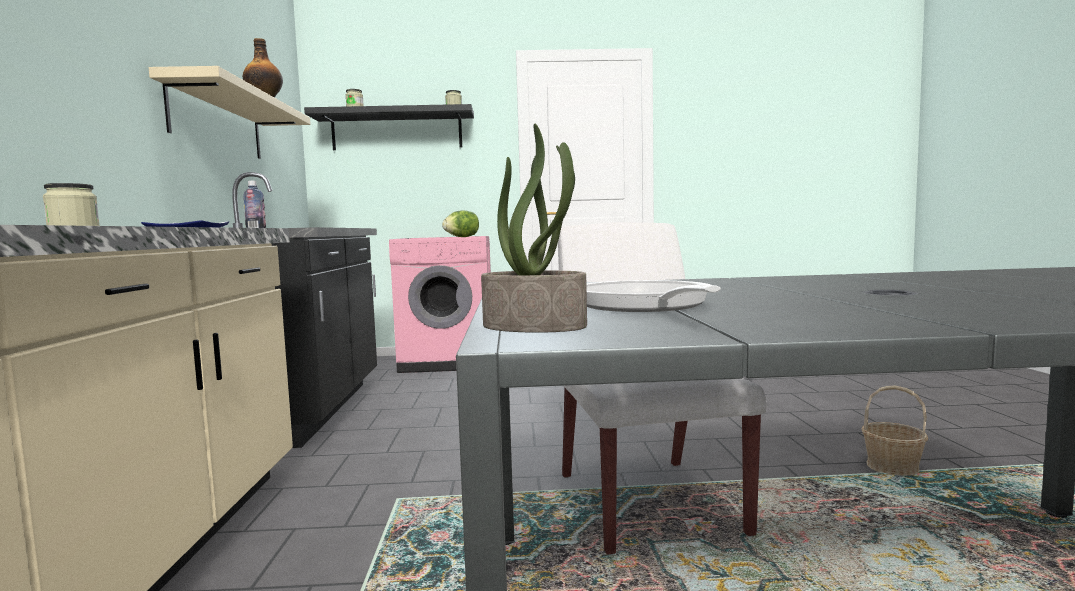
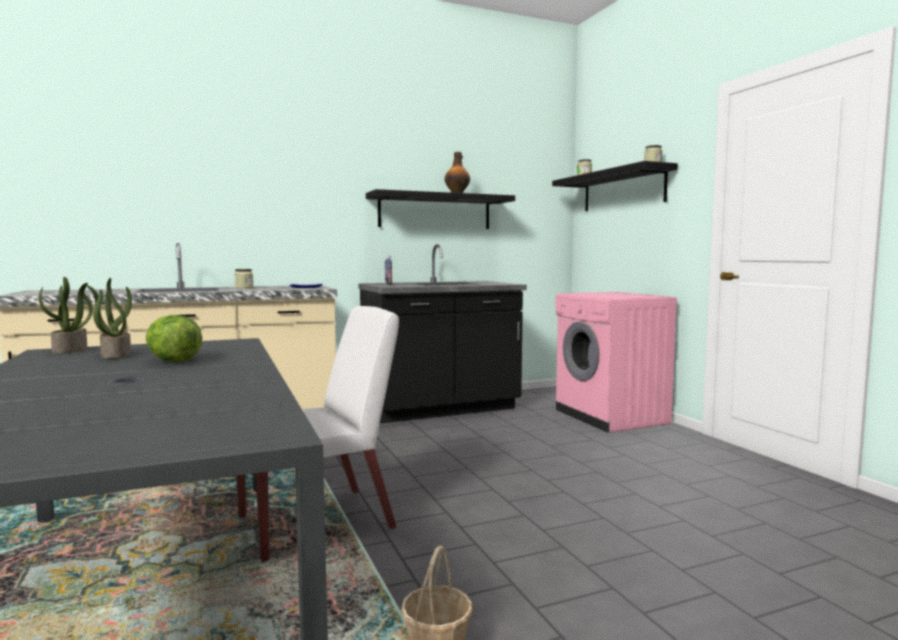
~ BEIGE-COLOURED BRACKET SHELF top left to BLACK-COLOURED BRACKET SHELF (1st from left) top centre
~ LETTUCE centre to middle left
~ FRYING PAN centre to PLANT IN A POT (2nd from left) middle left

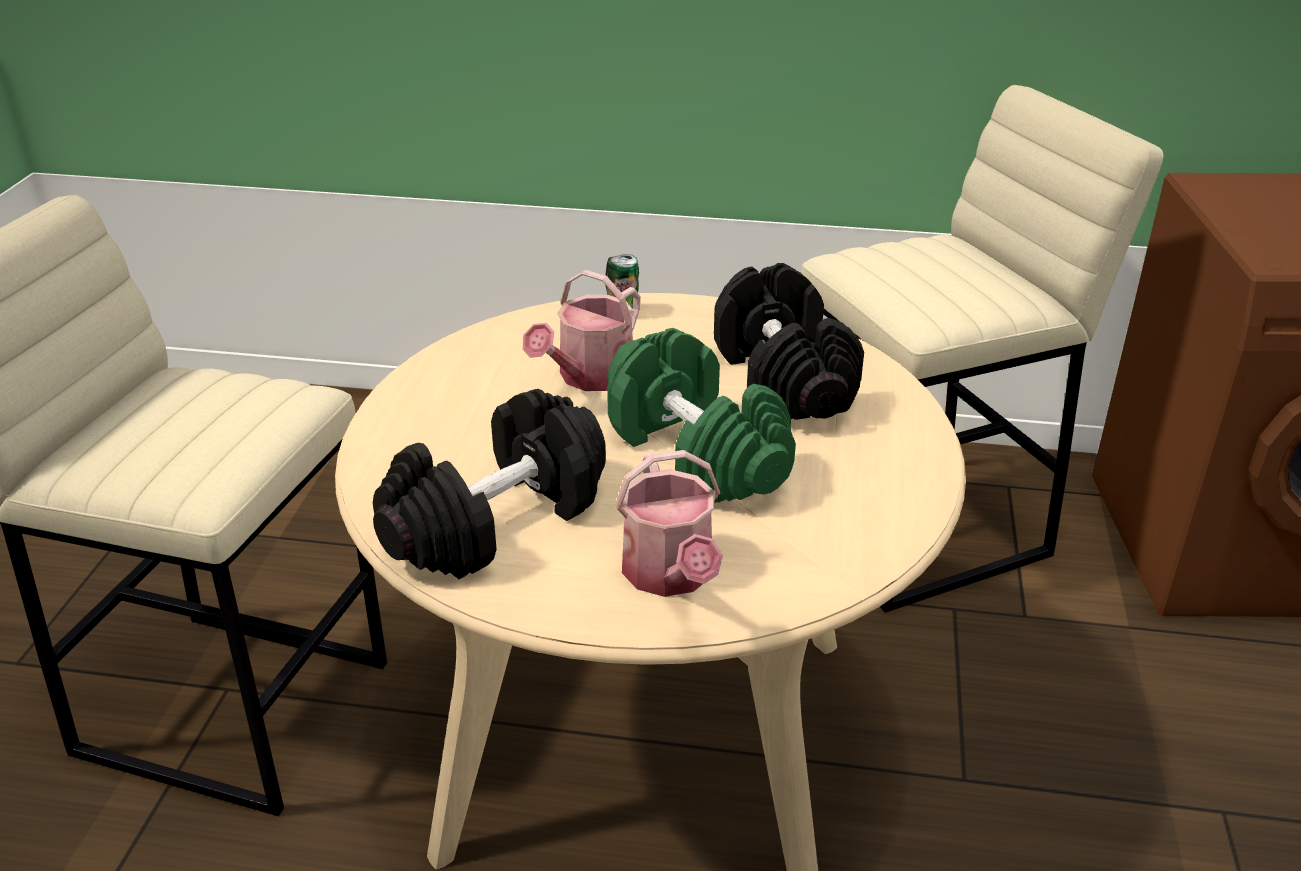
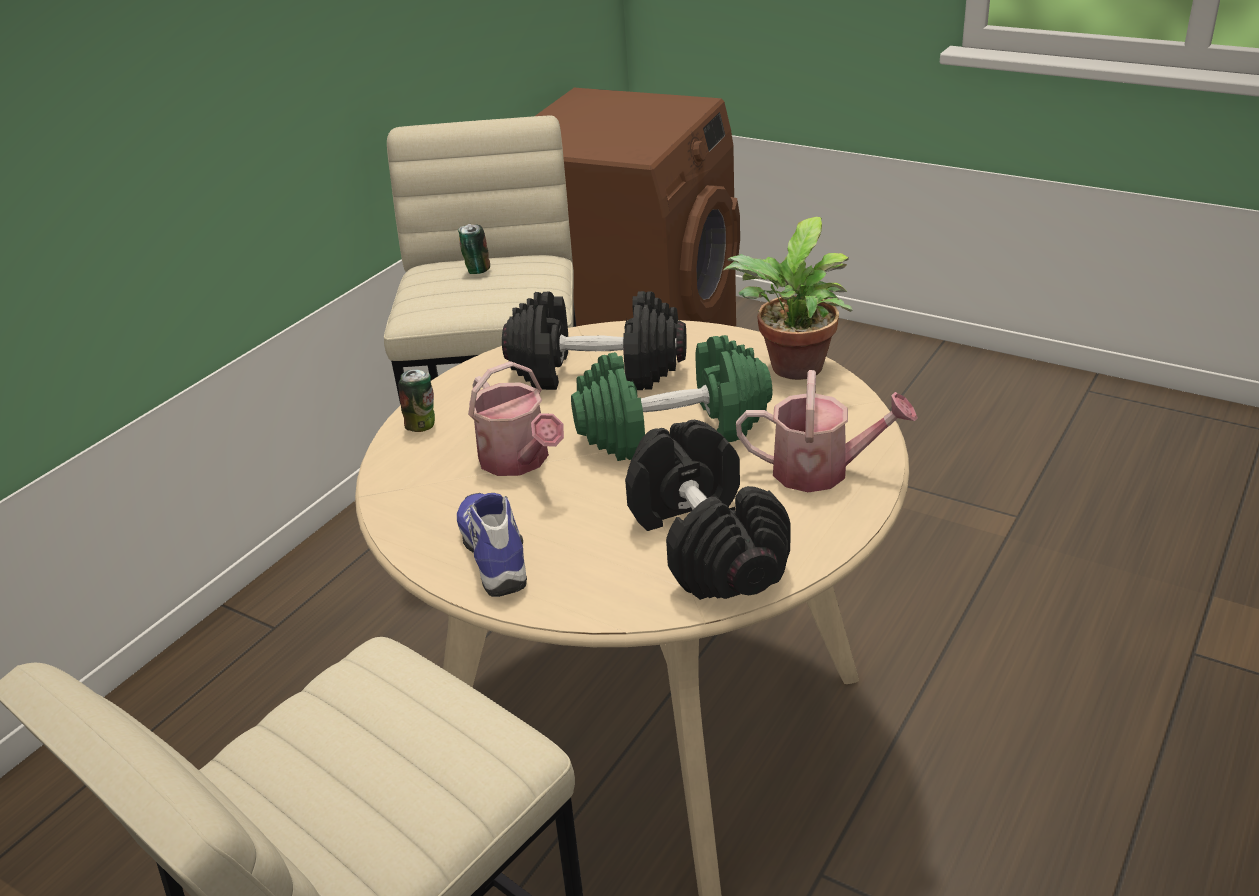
+ ITEM OF FOOTWEAR centre
+ CAN (2nd from left) top centre
+ PLANT IN A POT top centre

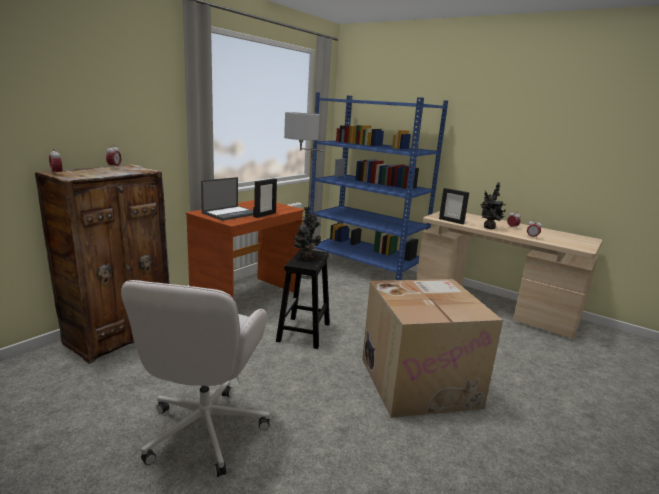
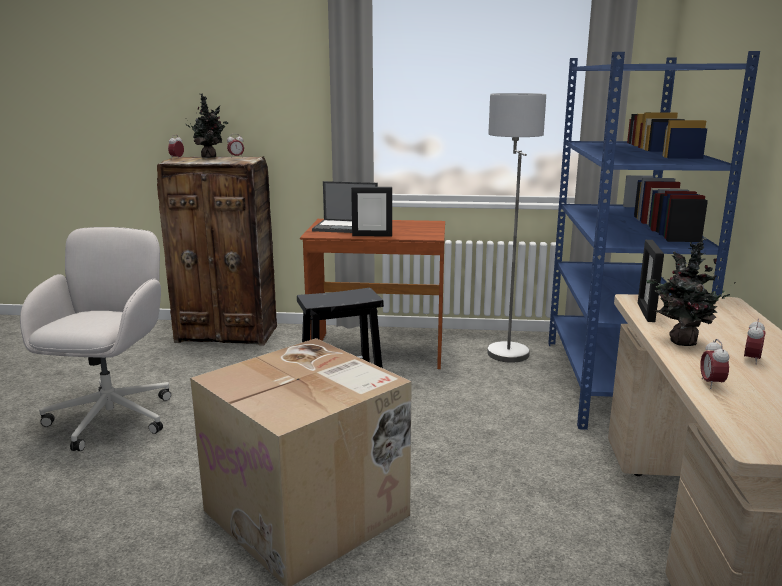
~ WHITE COMPUTER CHAIR bottom left = middle left 120 degrees clockwise
~ PLANT IN A POT (1st from left) centre to top left

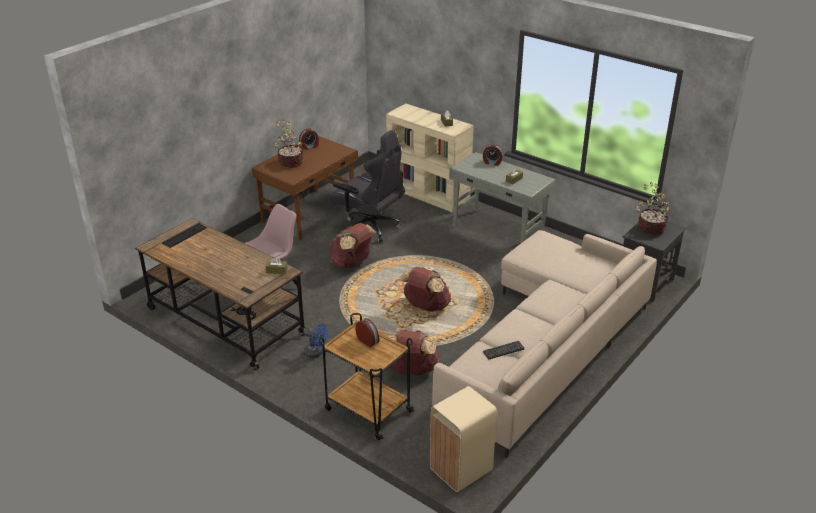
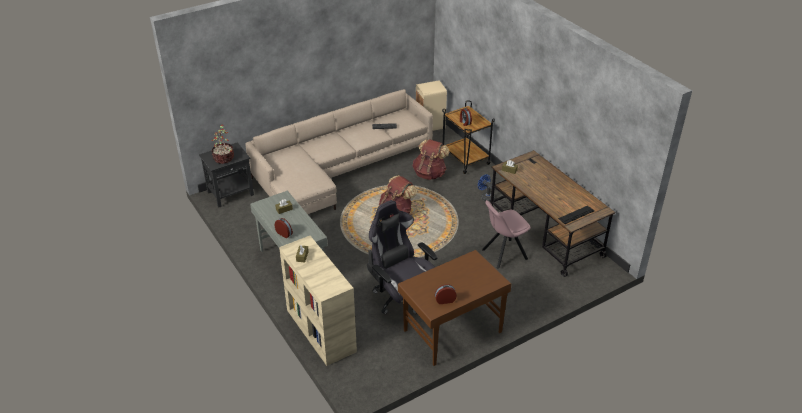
- PLANT IN A POT (1st from left) top centre
- BROWN-COLOURED KNAPSACK (1st from left) centre

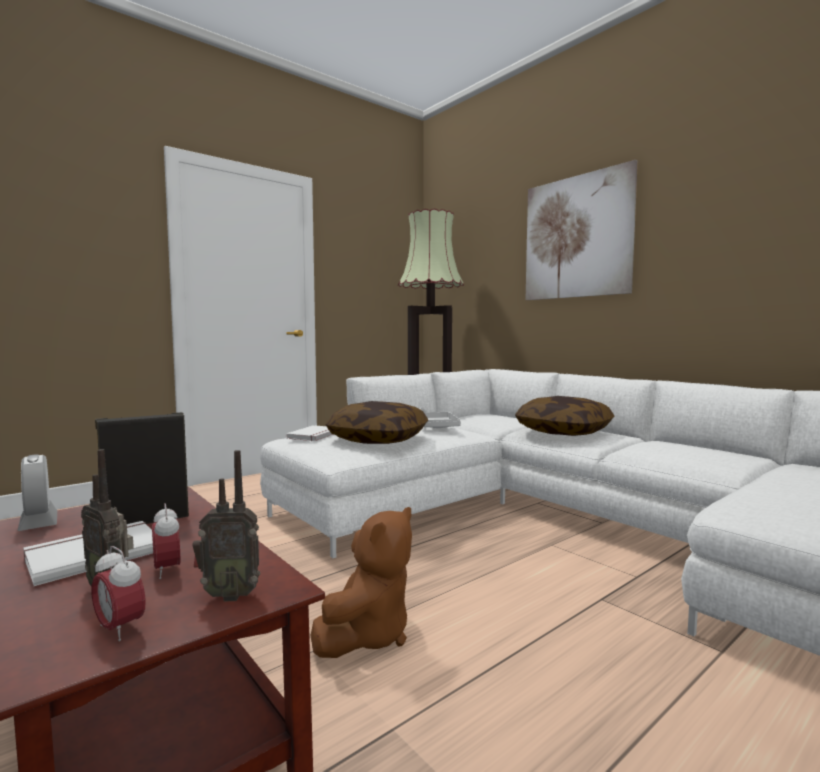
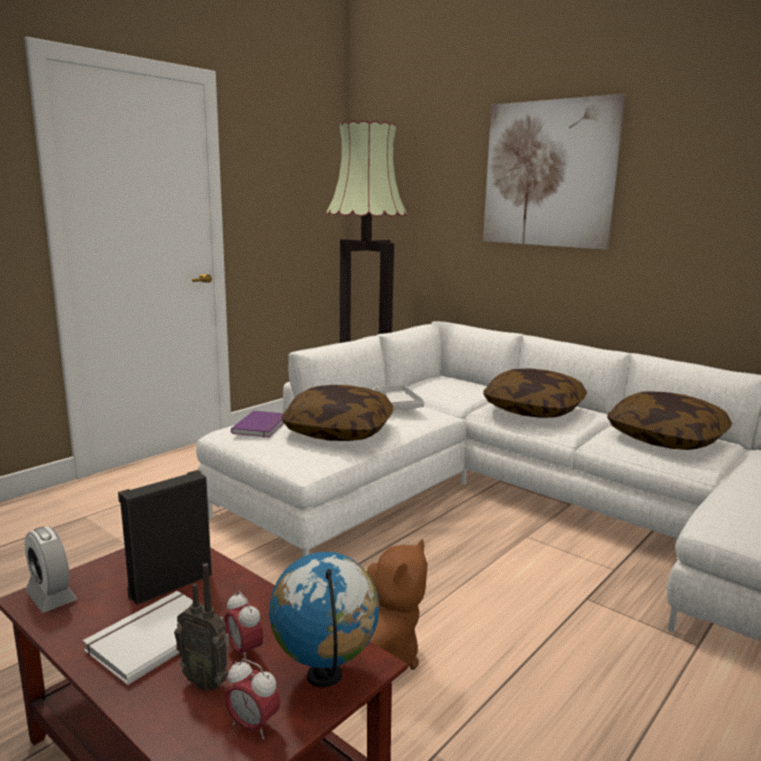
~ RADIO SET (2nd from left) bottom left to WORLD GLOBE bottom centre
~ WHITE BOOK (2nd from left) centre to PURPLE BOOK centre
+ PILLOW (3rd from left) middle right

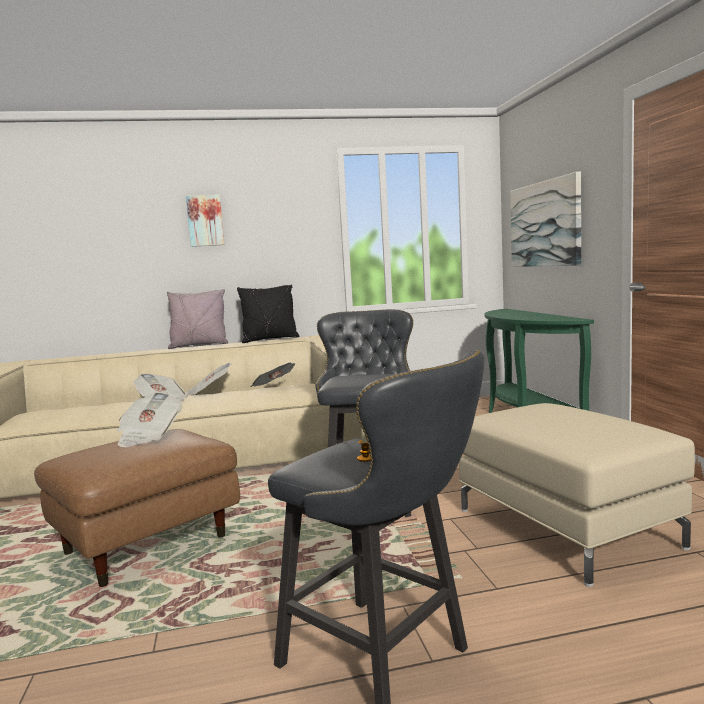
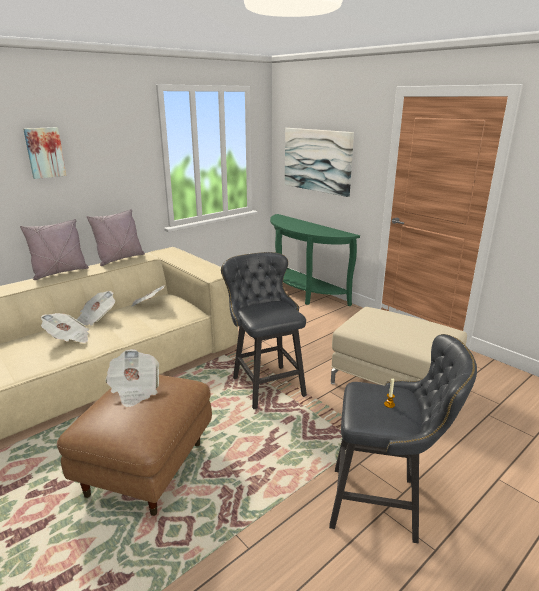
~ BLACK-COLOURED PILLOW centre to PURPLE PILLOW (2nd from left) middle left

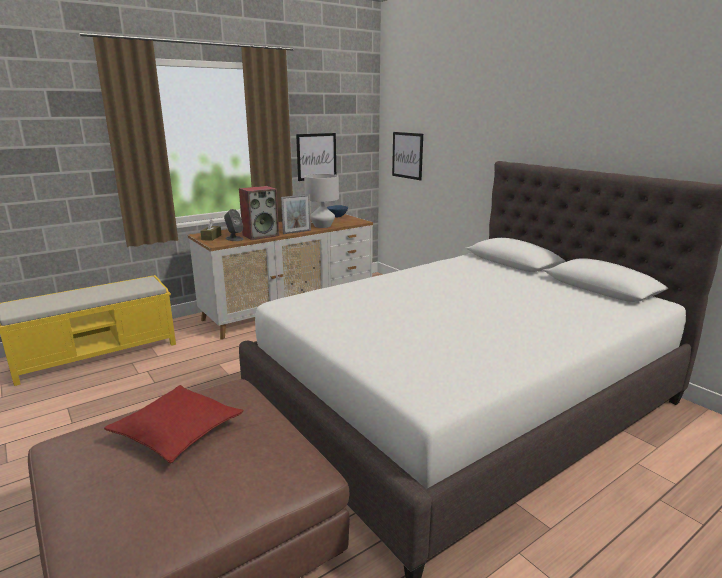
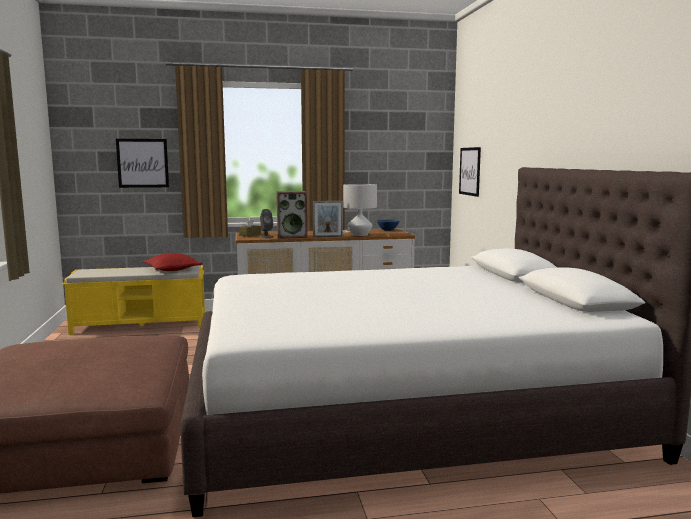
~ RED PILLOW bottom left to middle left
~ WALL ART (1st from left) top centre to top left

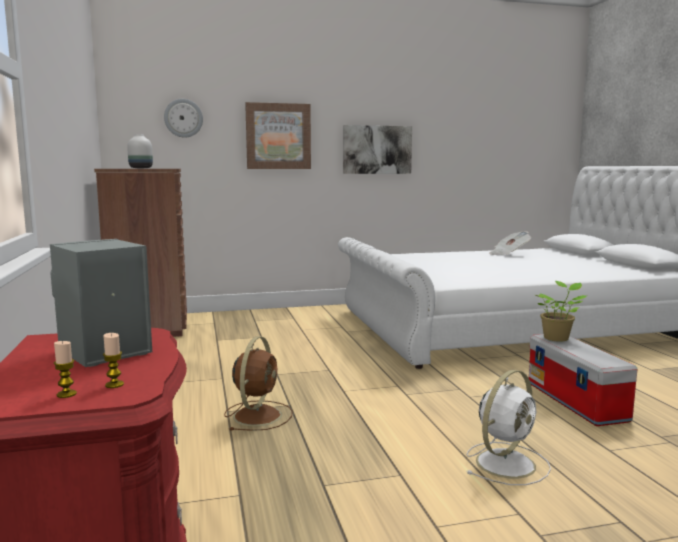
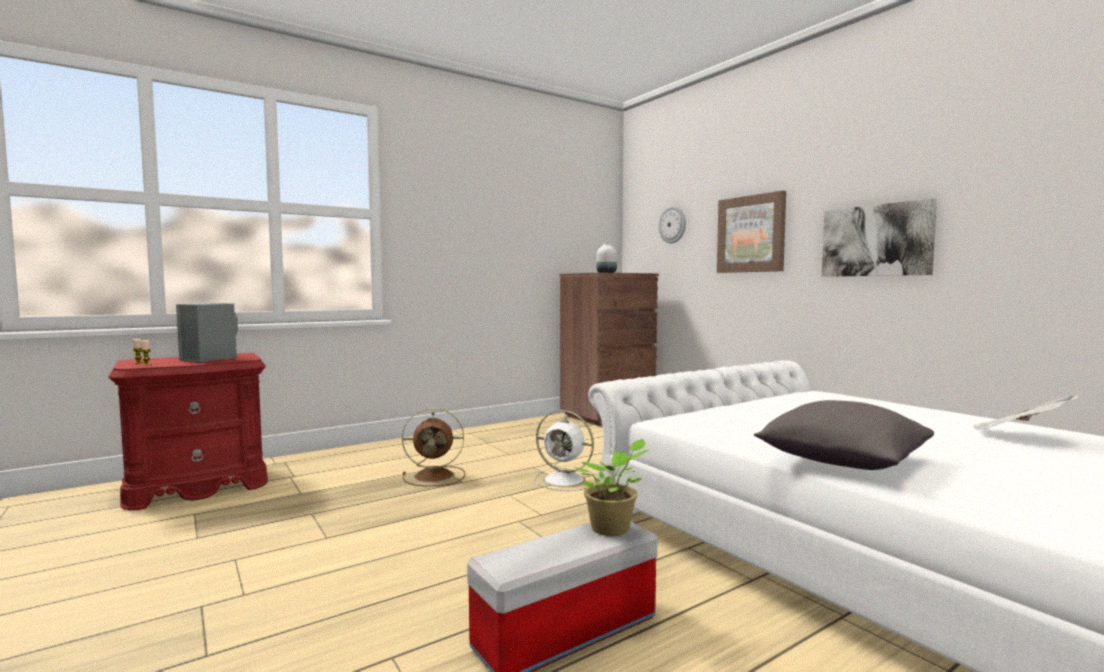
~ WHITE ELECTRIC FAN bottom right to bottom centre
+ GRAY PILLOW middle right

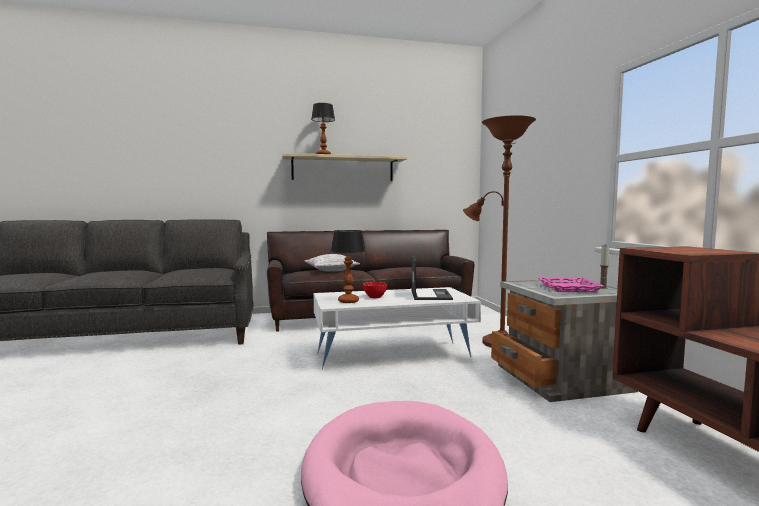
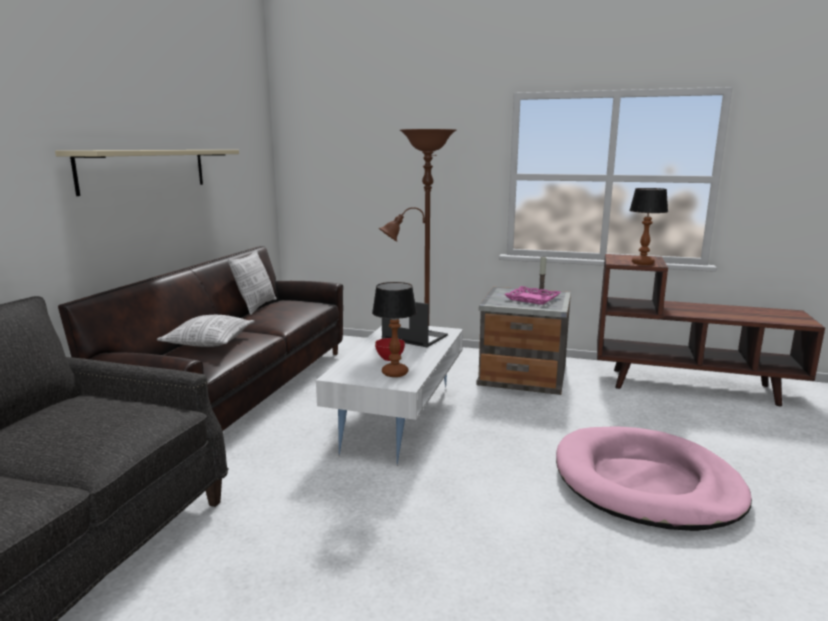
~ TABLE LAMP (1st from left in the first image) top centre to TABLE LAMP (2nd from left) middle right
+ PILLOW (2nd from left) middle left

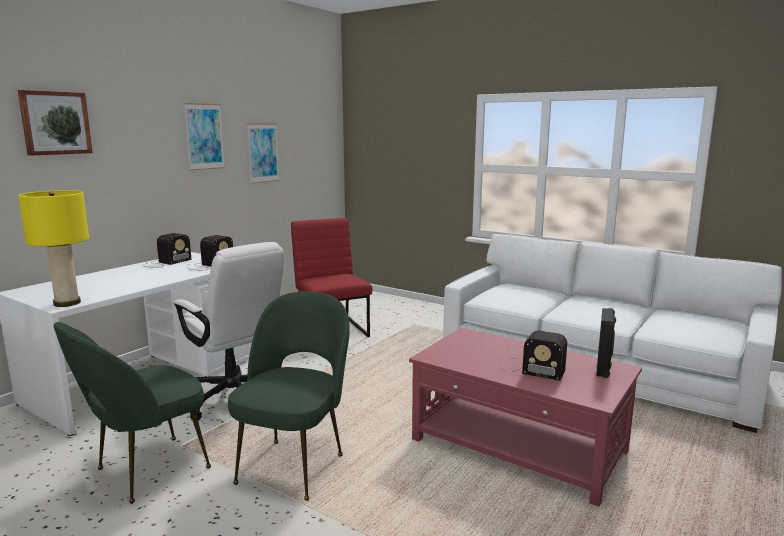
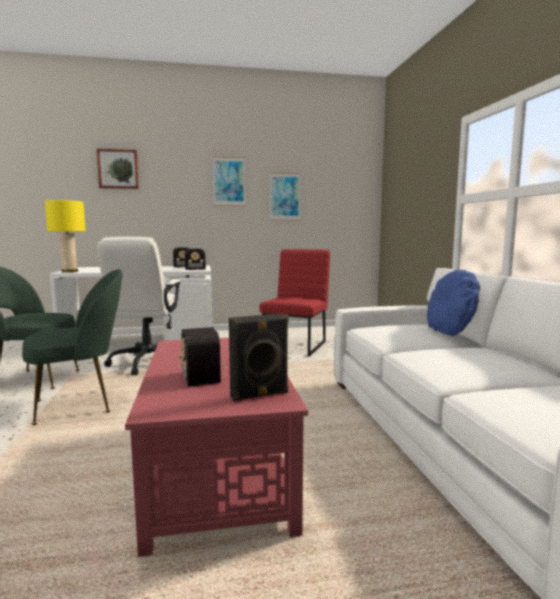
+ BLUISH PILLOW middle right

